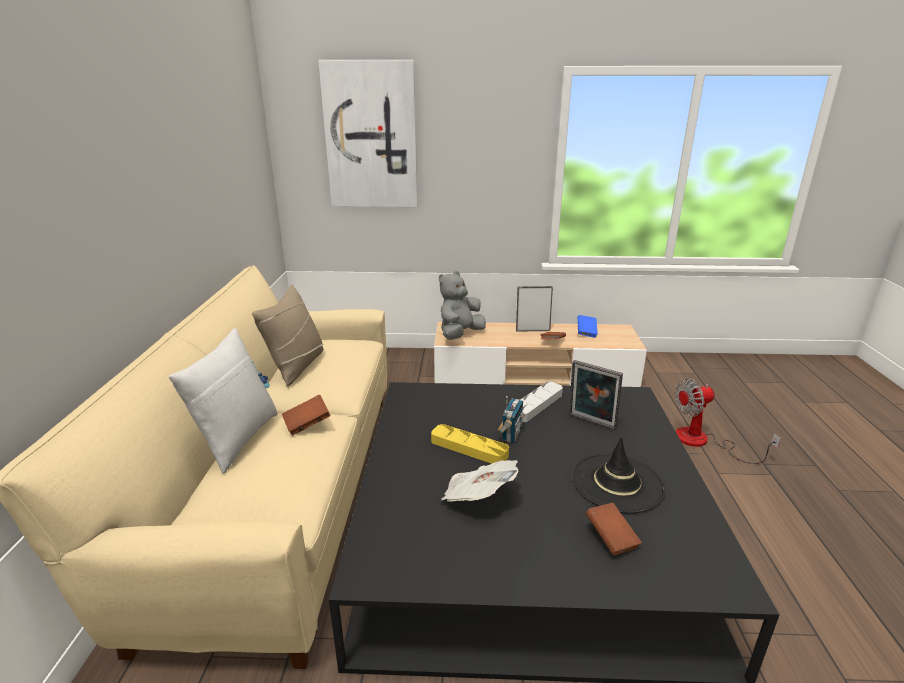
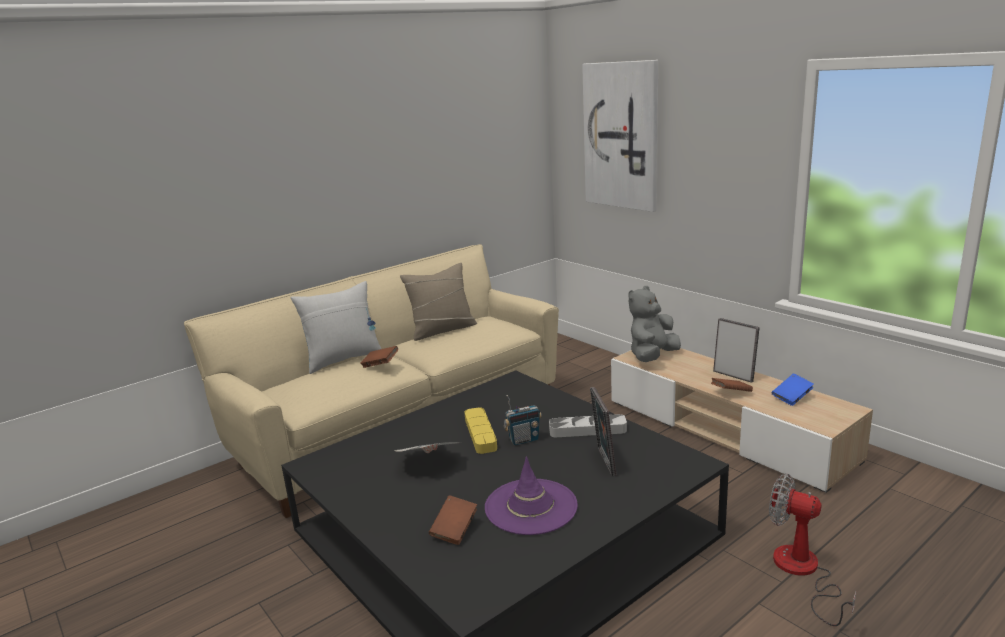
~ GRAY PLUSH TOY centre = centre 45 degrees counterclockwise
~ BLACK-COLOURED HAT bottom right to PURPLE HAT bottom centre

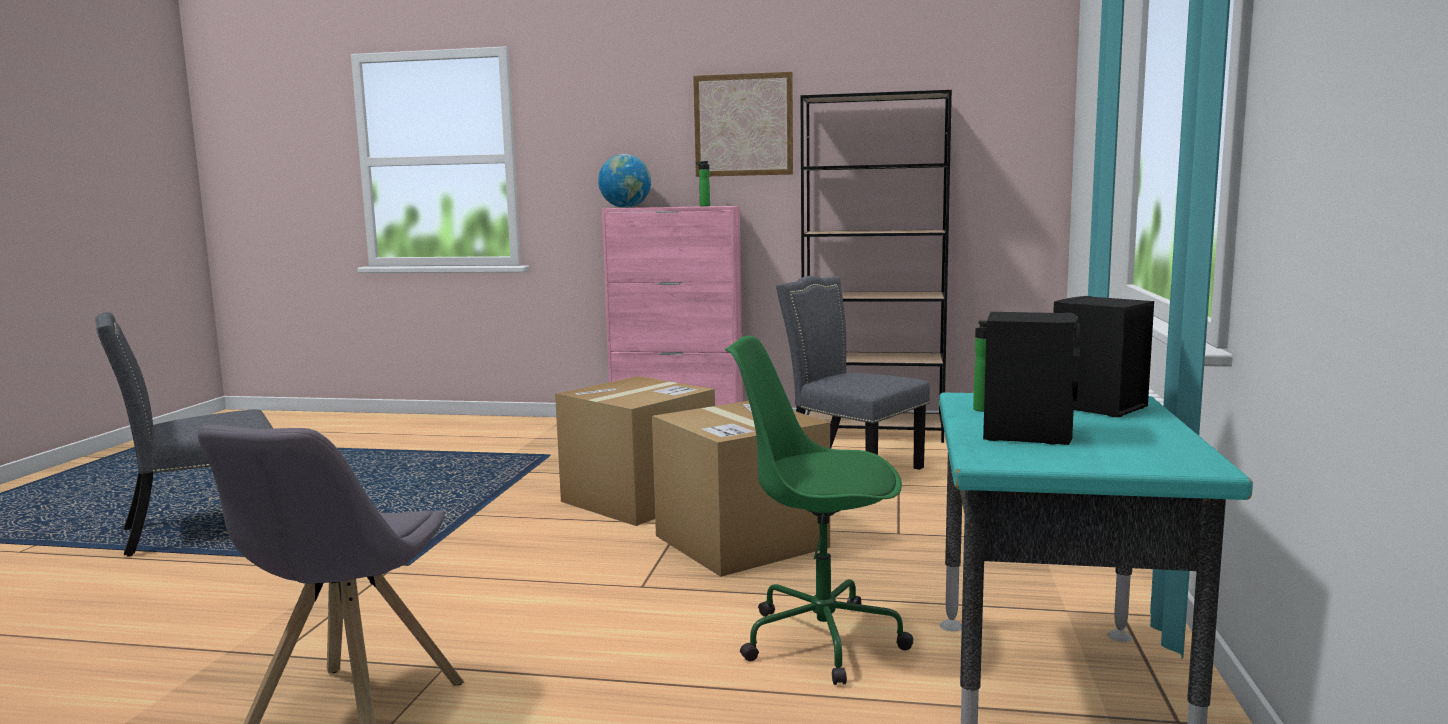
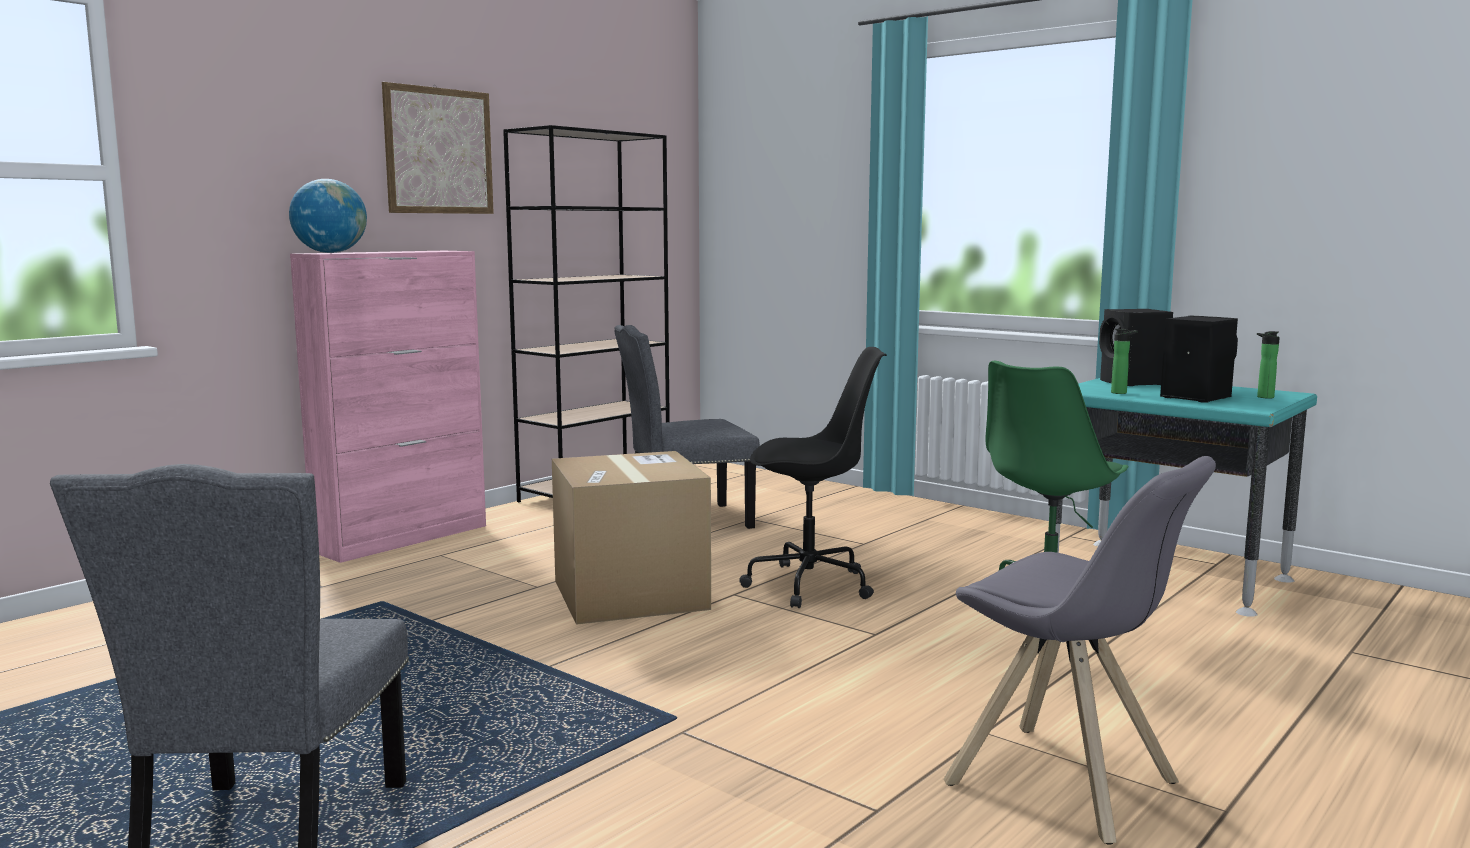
~ CARDBOARD BOX (2nd from left) bottom centre to BLACK-COLOURED COMPUTER CHAIR centre
~ BOTTLE (1st from left in the first image) top centre to BOTTLE (2nd from left) middle right

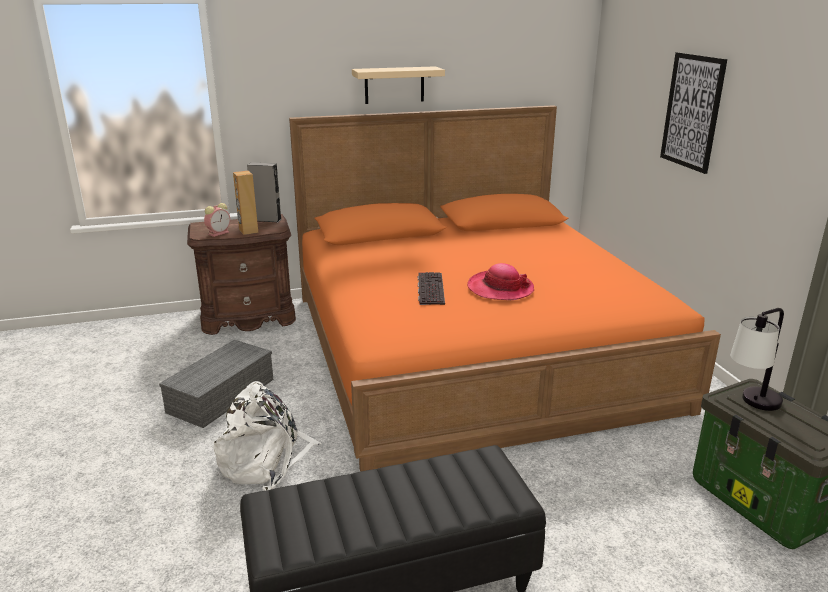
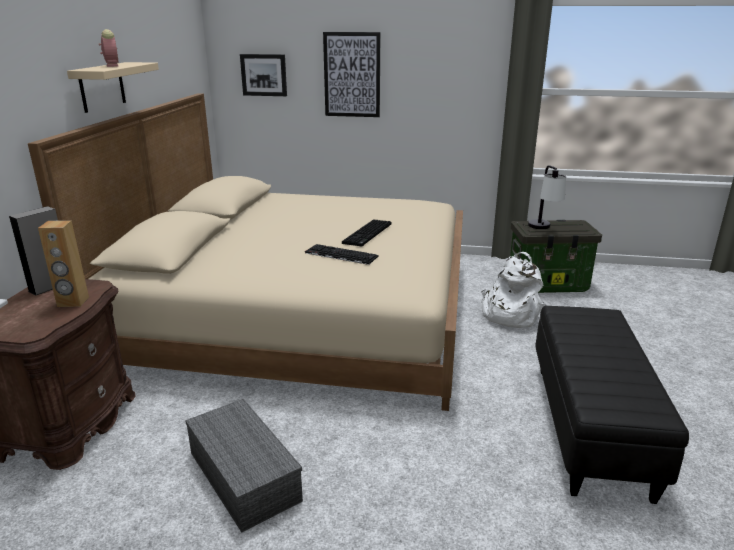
~ TABLE CLOCK middle left to top left
~ WHITE KNAPSACK bottom left to middle right
~ ORANGEY BEDROOM BED centre to BEIGE-COLOURED BEDROOM BED centre
~ HAT centre to PC KEYBOARD (2nd from left) centre
+ WALL ART (1st from left) top centre

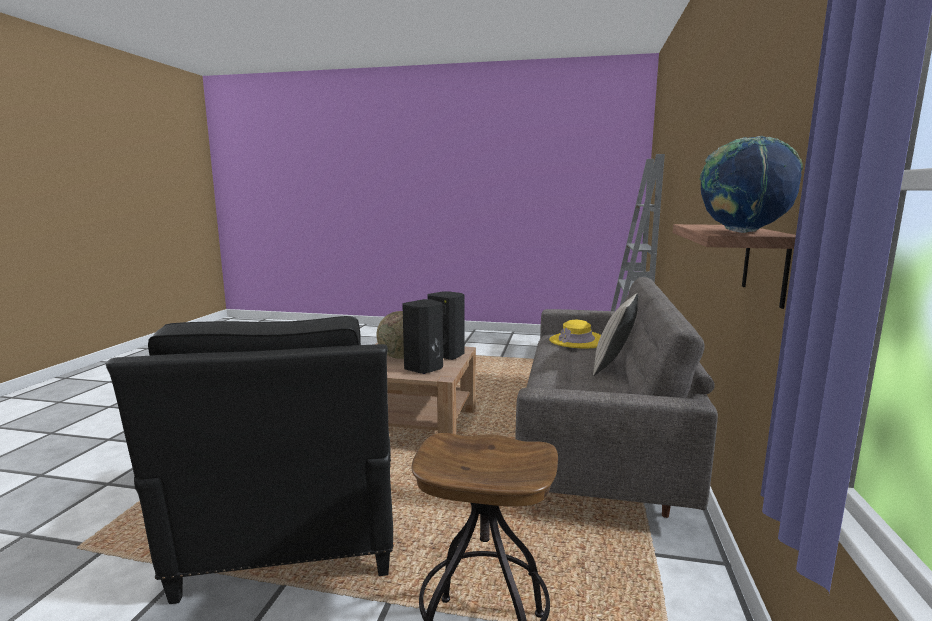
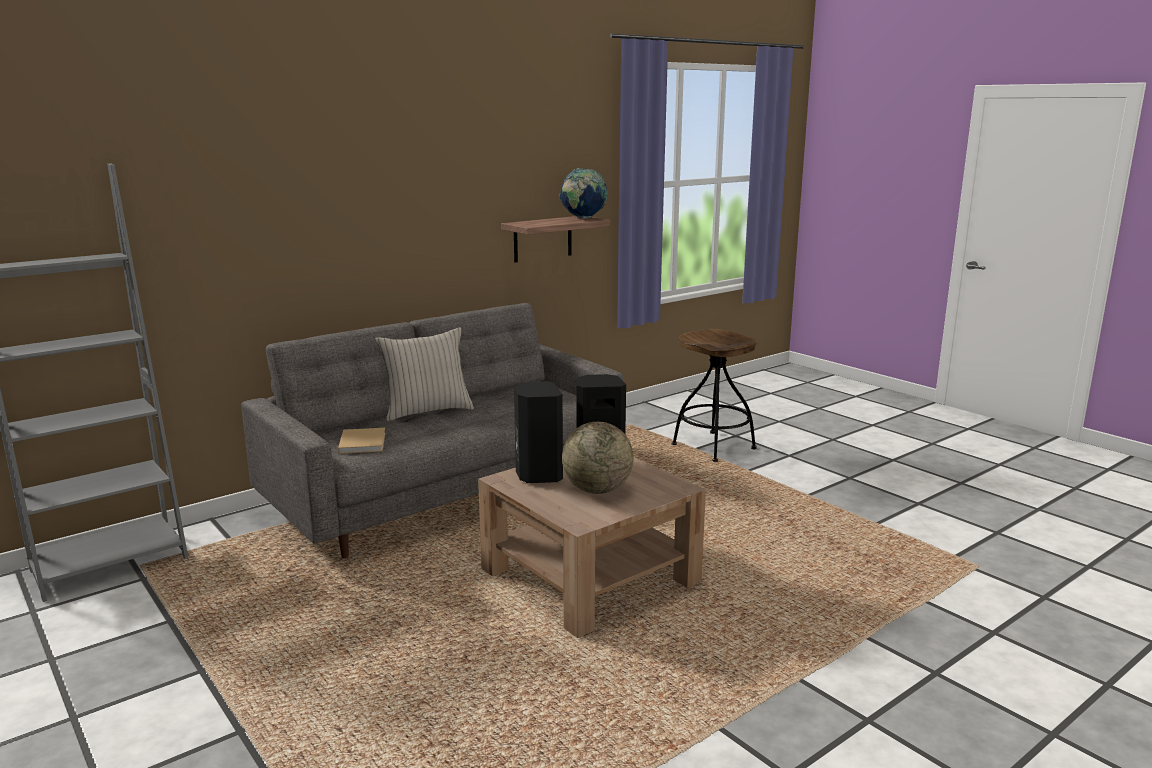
- BLACK-COLOURED LOUNGE CHAIR bottom left
~ YELLOWISH HAT centre to BEIGE-COLOURED BOOK middle left

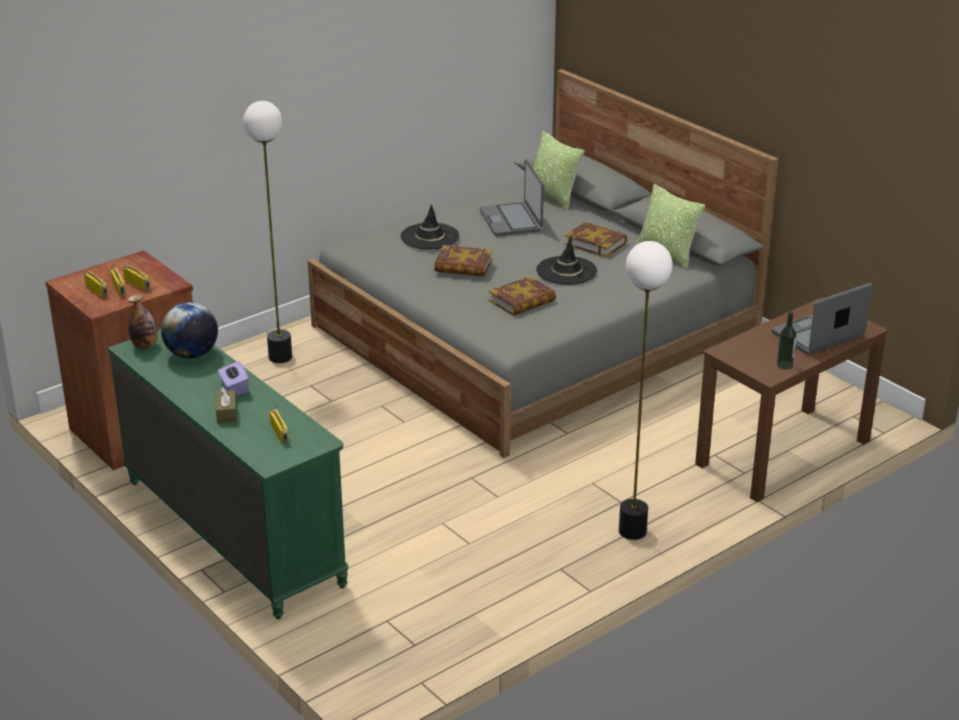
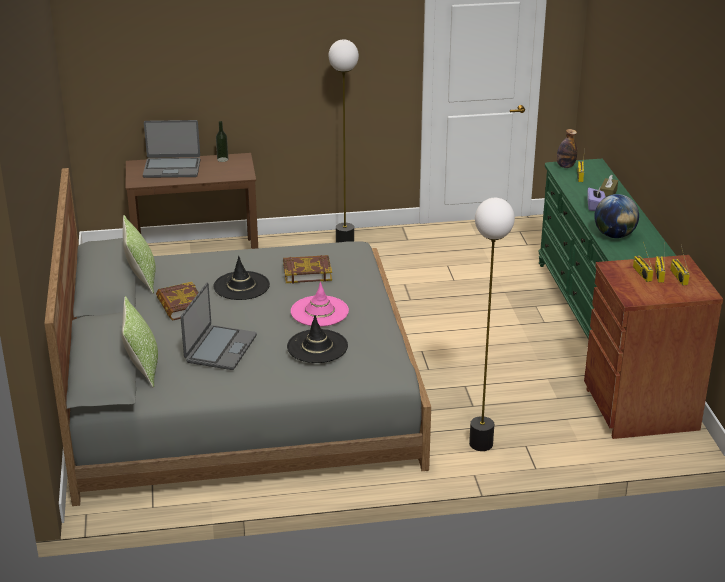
~ BOTTLE (1st from left in the first image) middle left to BOTTLE (2nd from left) top right
~ BOOK (1st from left) centre to PINKISH HAT centre

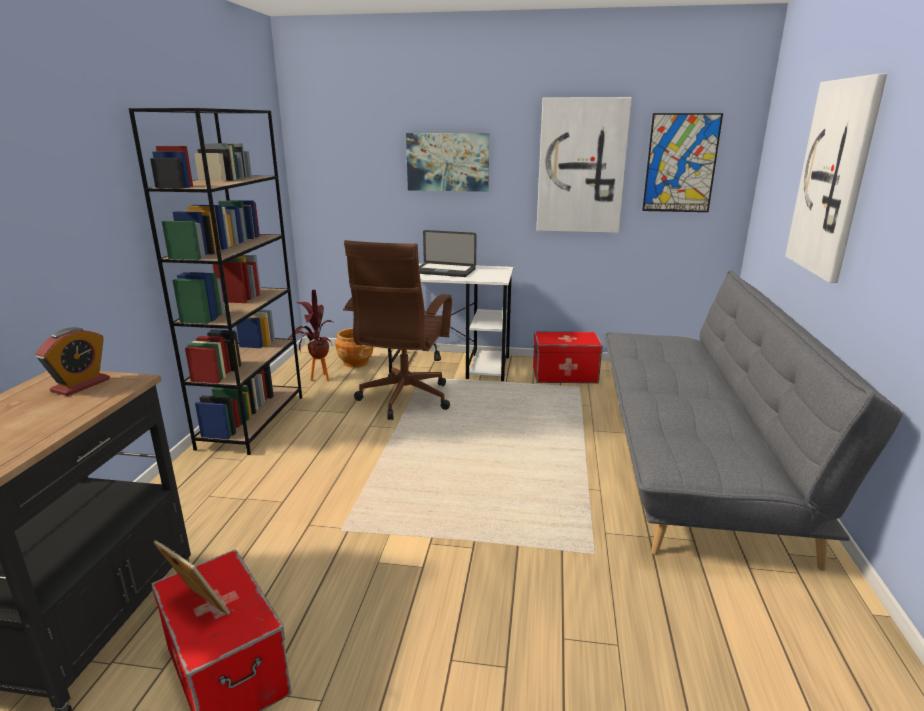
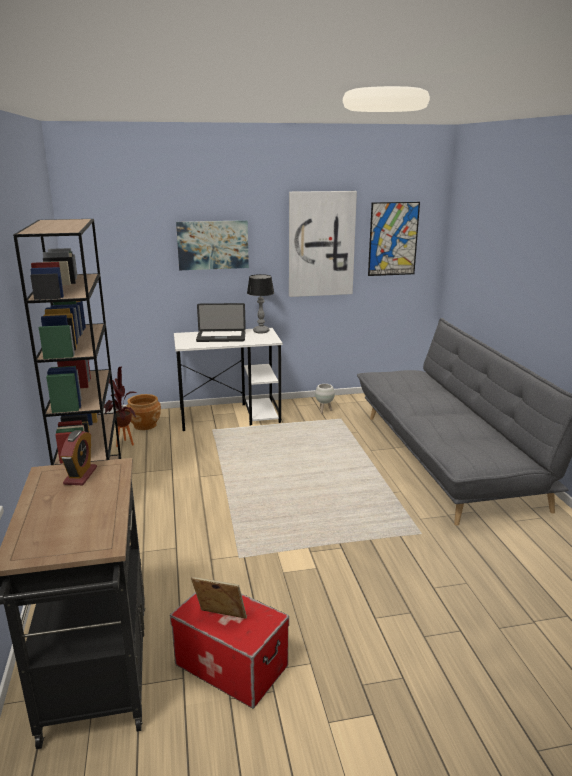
- BROWN-COLOURED COMPUTER CHAIR centre
~ STORAGE BIN (2nd from left) centre to WHITE PLANTER centre
- WALL ART (4th from left) top right
+ TABLE LAMP centre

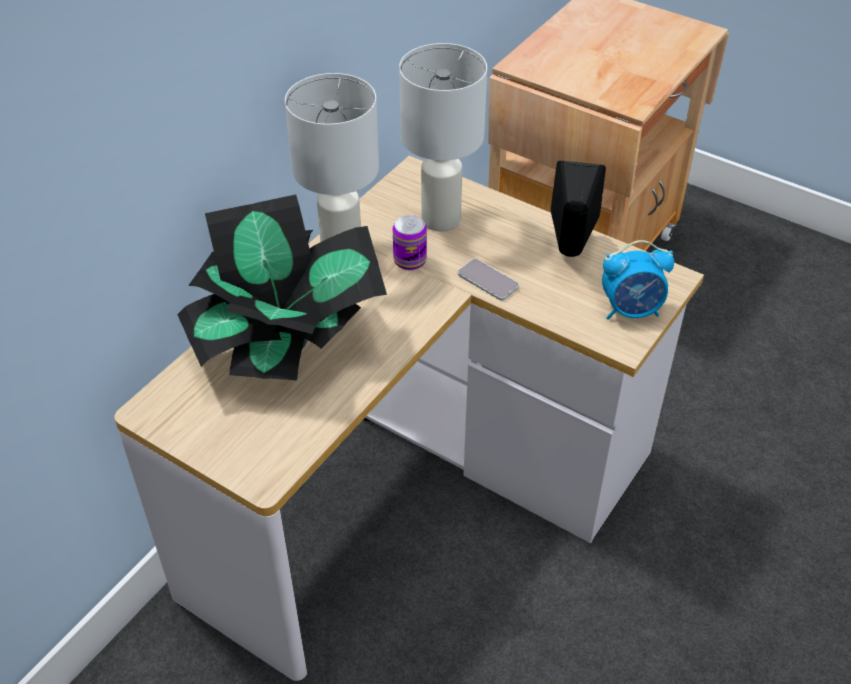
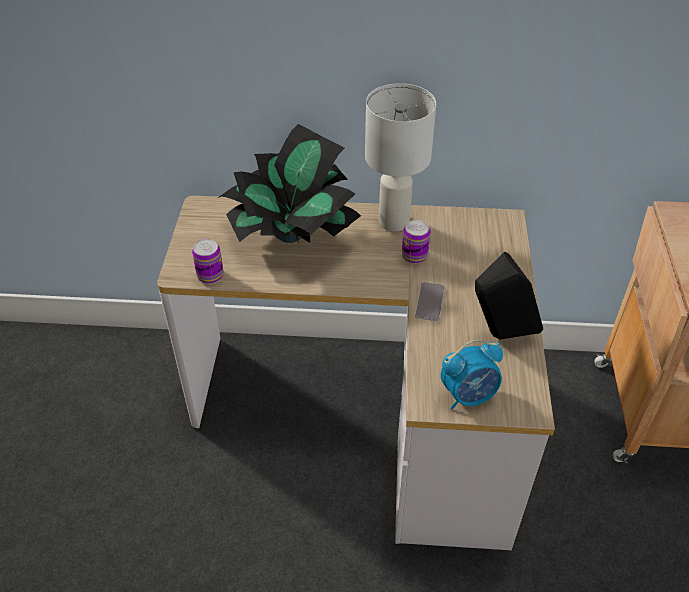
- WHITE TABLE LAMP (2nd from left) top centre
~ TABLE CLOCK middle right = middle right 75 degrees counterclockwise
+ CAN (1st from left) middle left

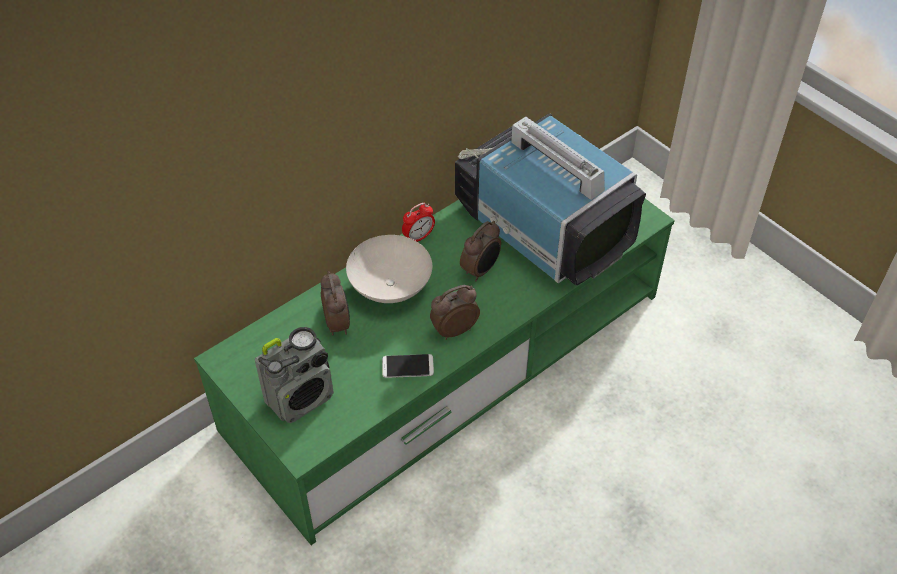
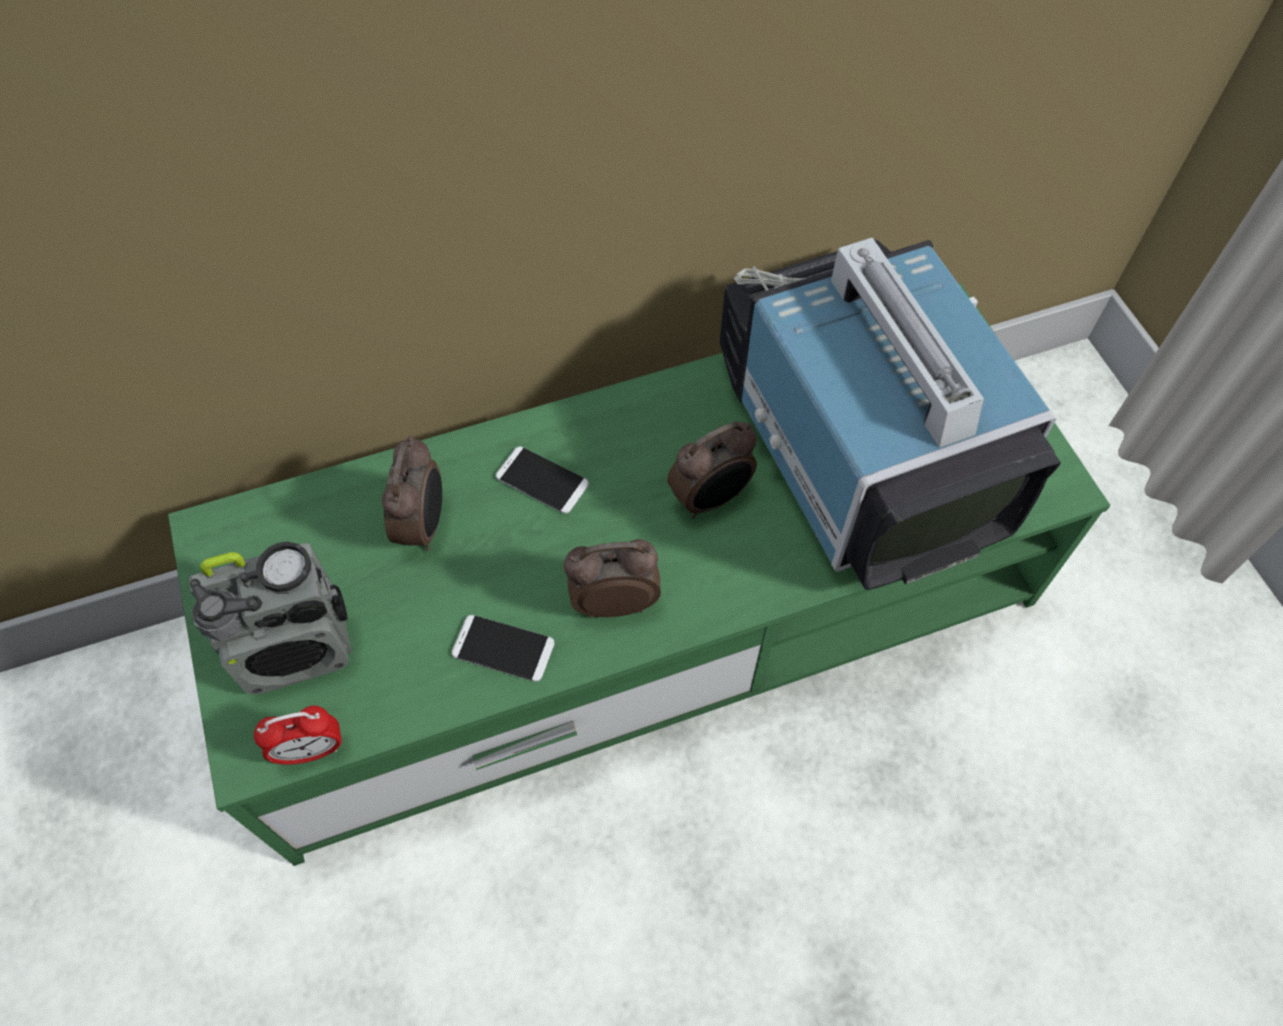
~ WHITE BOWL centre to TELEPHONE (2nd from left) centre
~ TABLE CLOCK (2nd from left in the first image) centre to TABLE CLOCK (1st from left) bottom left

